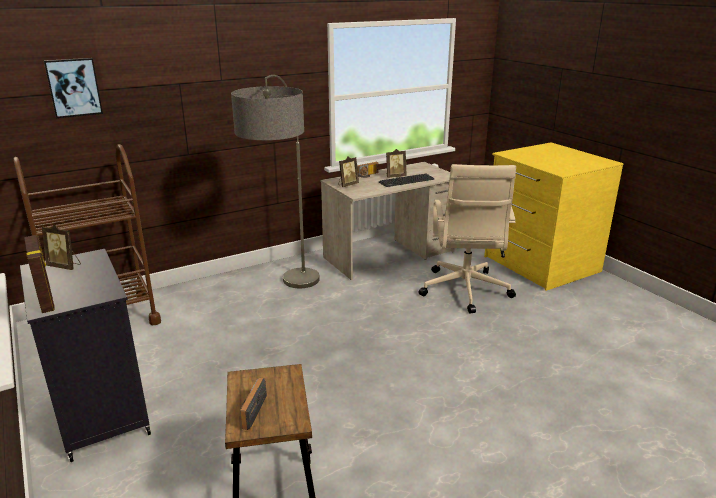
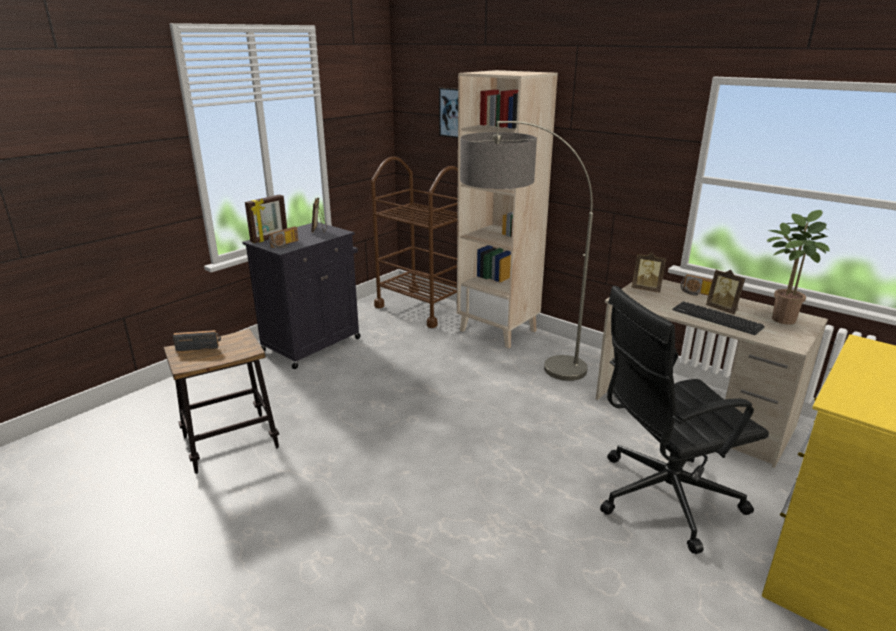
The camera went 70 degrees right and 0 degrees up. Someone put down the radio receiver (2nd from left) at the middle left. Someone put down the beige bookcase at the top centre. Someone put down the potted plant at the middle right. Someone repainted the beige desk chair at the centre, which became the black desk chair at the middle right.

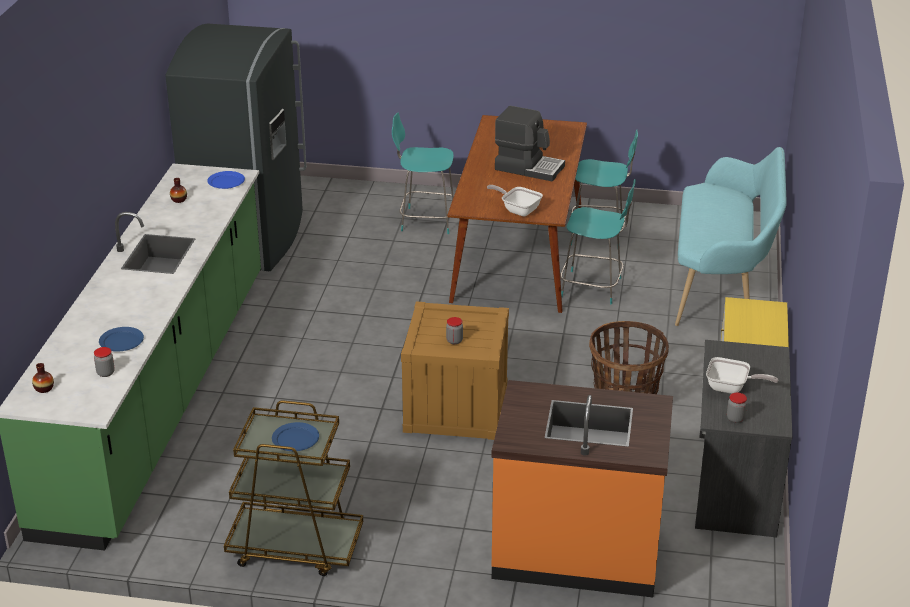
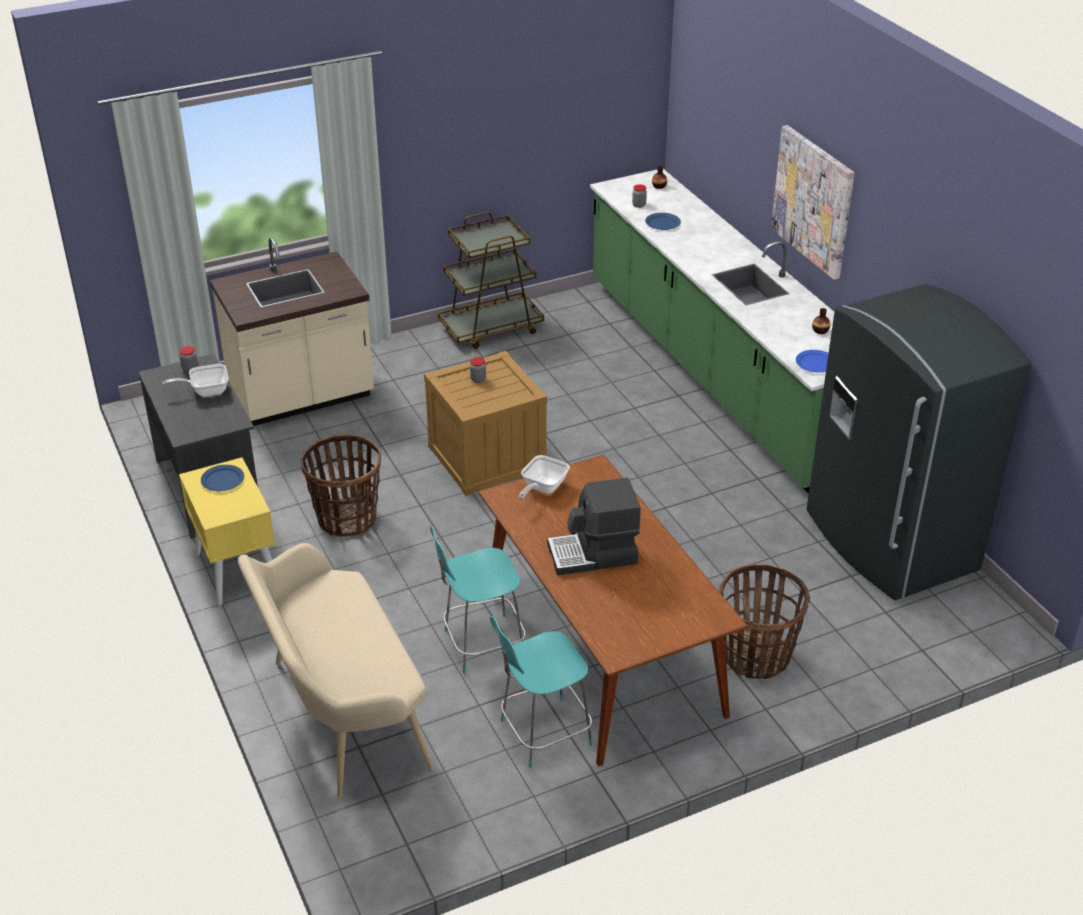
The camera went 145 degrees right and 5 degrees up. Someone put up the picture at the top right. Someone carried the blue plate (3rd from left in the first image) from the bottom left to the middle left. Someone swapped the turquoise upright chair (1st from left) at the top centre for the storage basket (2nd from left) at the bottom right. Someone repainted the orangey kitchen counter at the bottom centre, which became the beige kitchen counter at the middle left. Someone repainted the turquoise indoor bench at the middle right, which became the beige indoor bench at the bottom left. Someone rotated the frying pan (1st from left in the first image) at the top centre by 120 degrees clockwise.

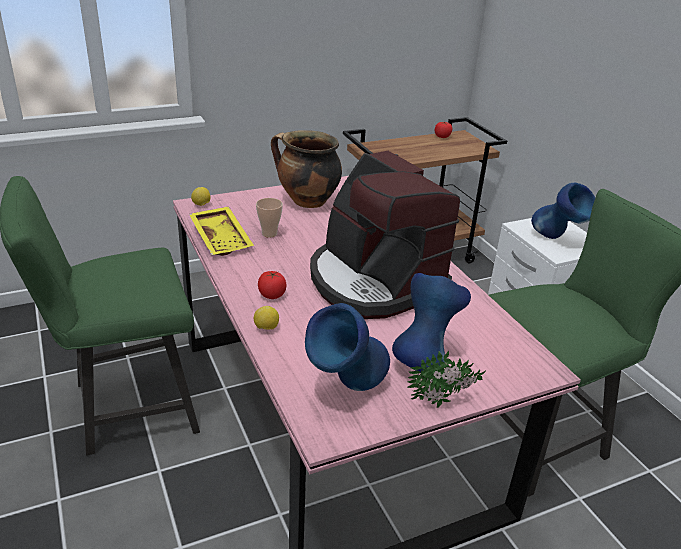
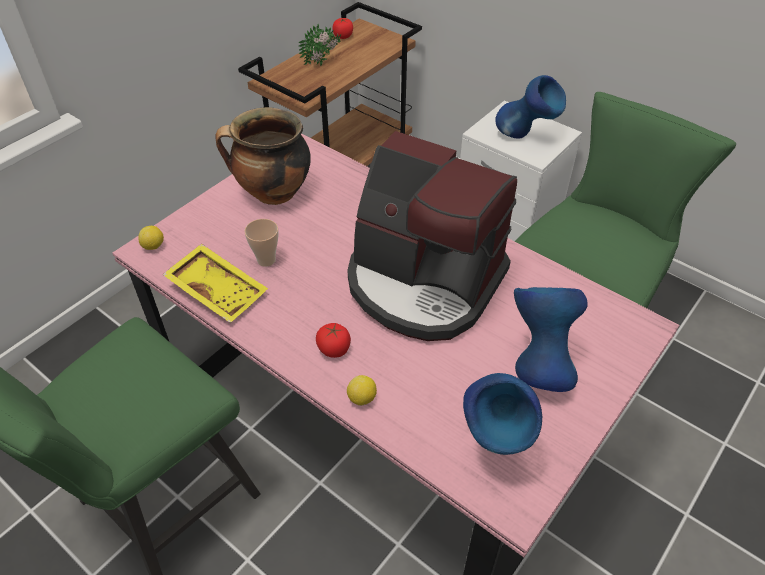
The camera went 25 degrees left and 15 degrees up. Someone carried the potted plant from the bottom centre to the top centre.

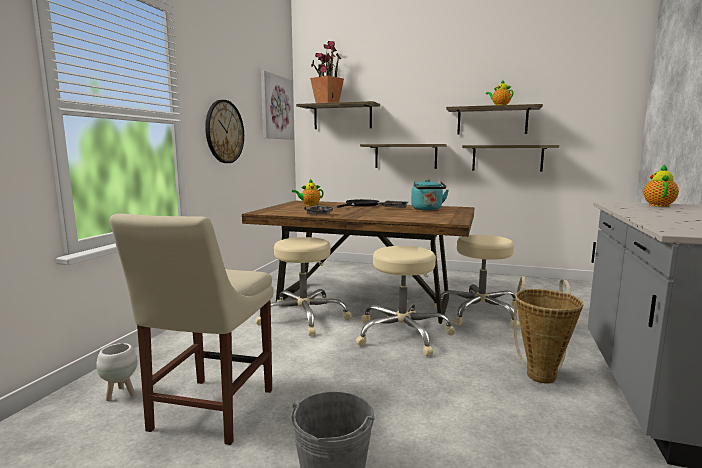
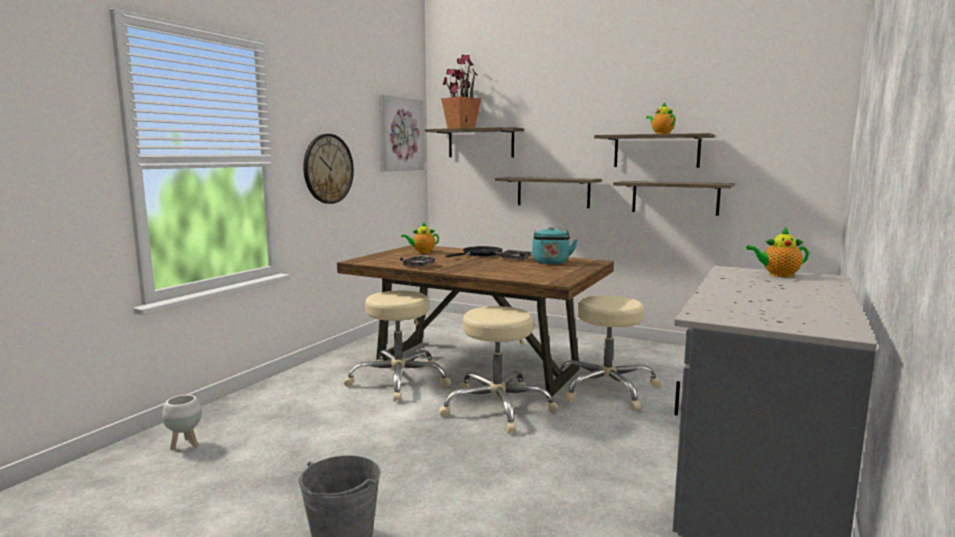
The camera went 10 degrees right and 0 degrees up. Someone took away the beige upright chair at the bottom left. Someone took away the storage basket at the bottom right. Someone rotated the teapot (3rd from left) at the middle right by 120 degrees counterclockwise.

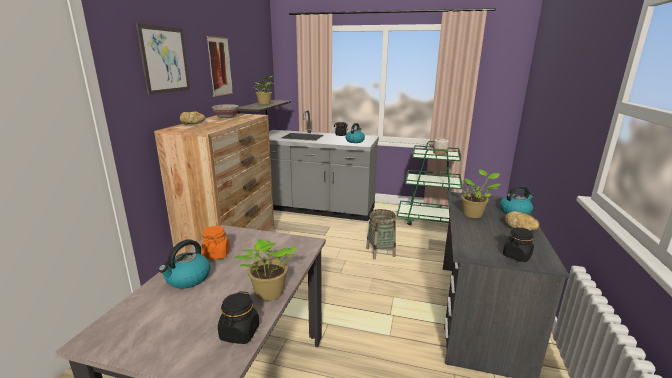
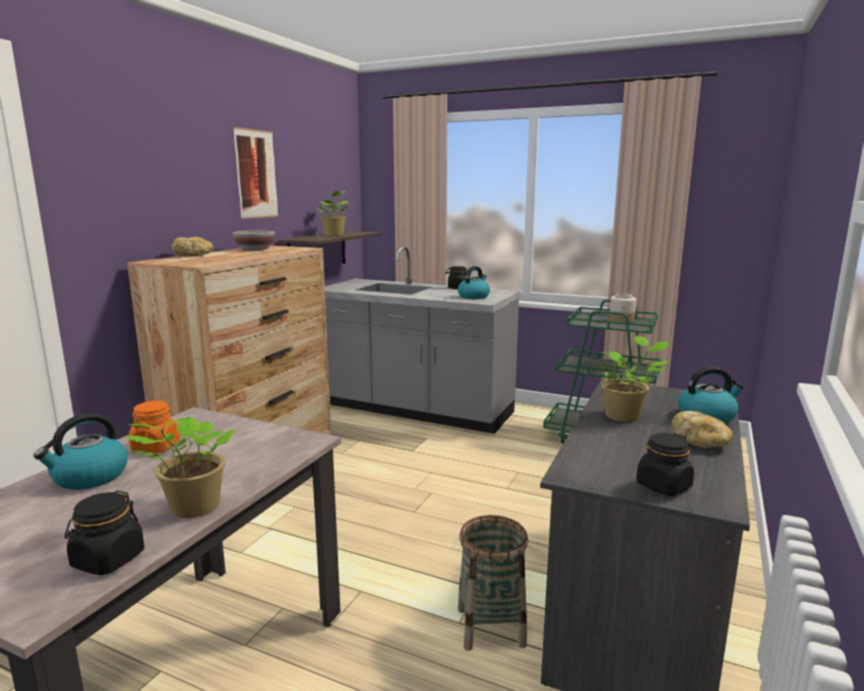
The camera went 10 degrees right and 5 degrees down. Someone took away the picture (1st from left) at the top left. Someone carried the storage basket from the centre to the bottom centre.

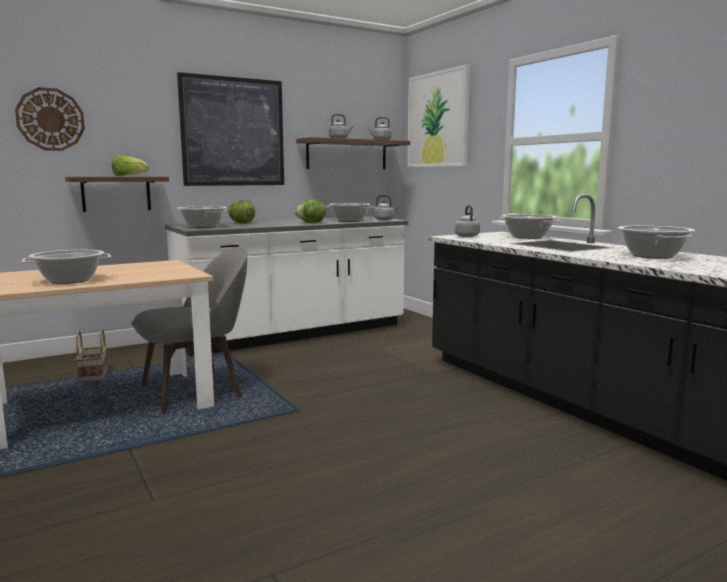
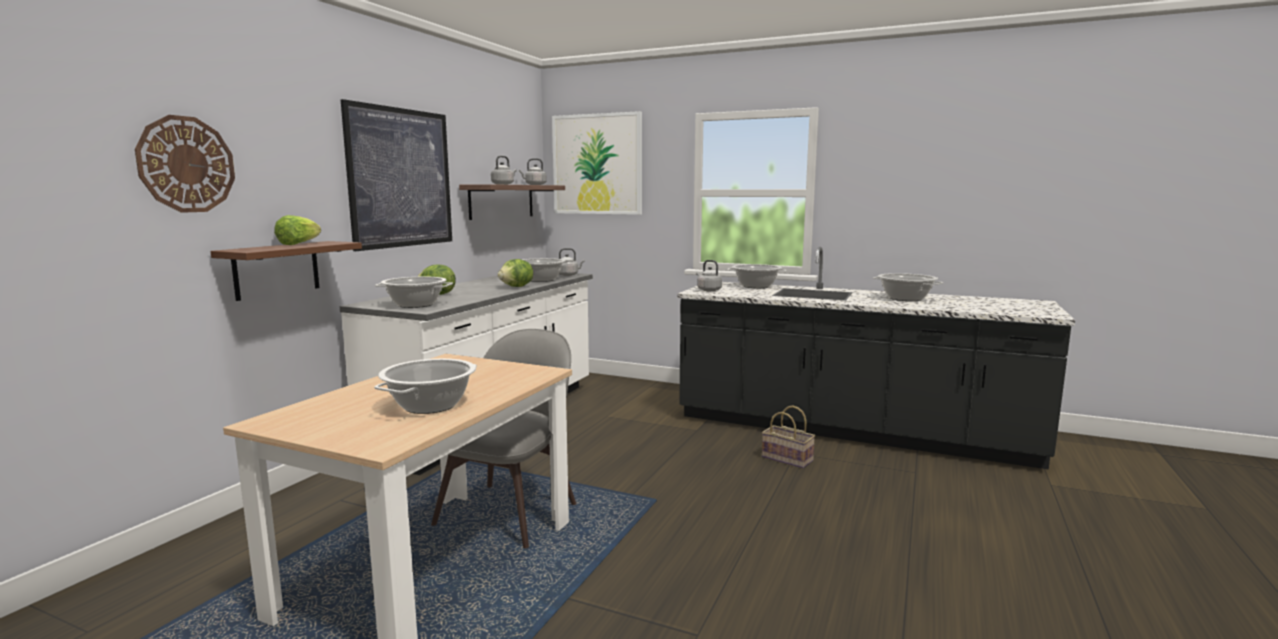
The camera went 35 degrees left and 0 degrees up. Someone carried the storage basket from the middle left to the bottom centre.

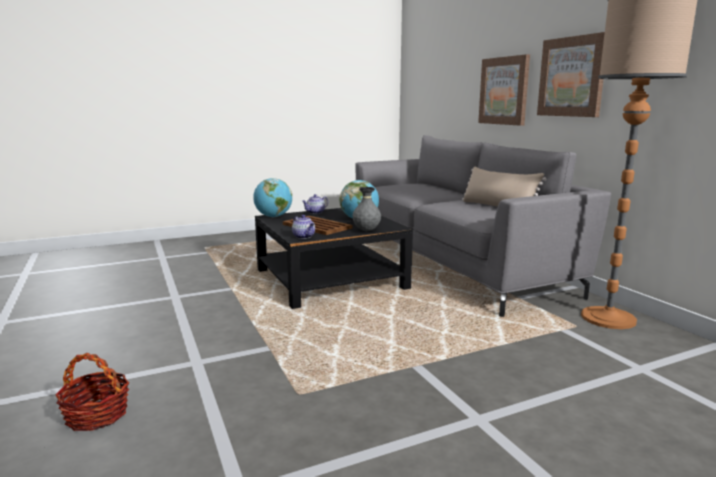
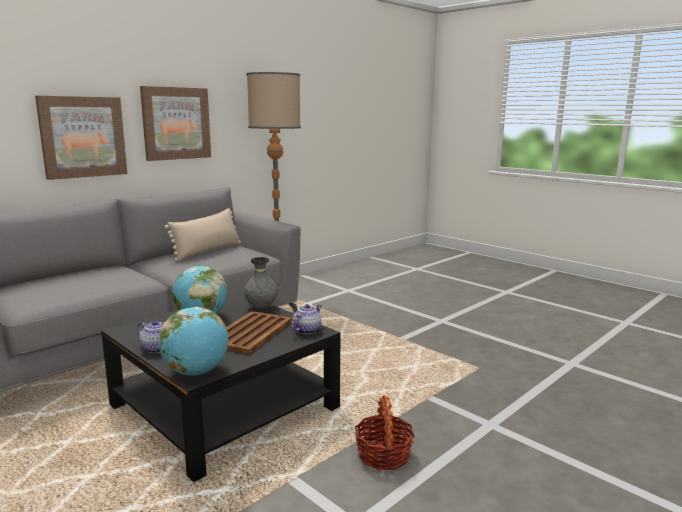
The camera went 110 degrees left and 0 degrees up. Someone carried the storage basket from the bottom left to the bottom centre.

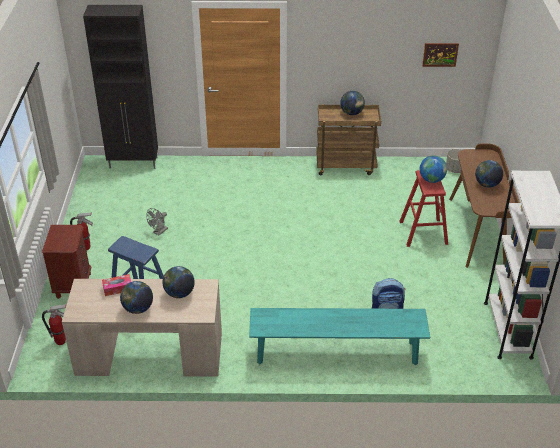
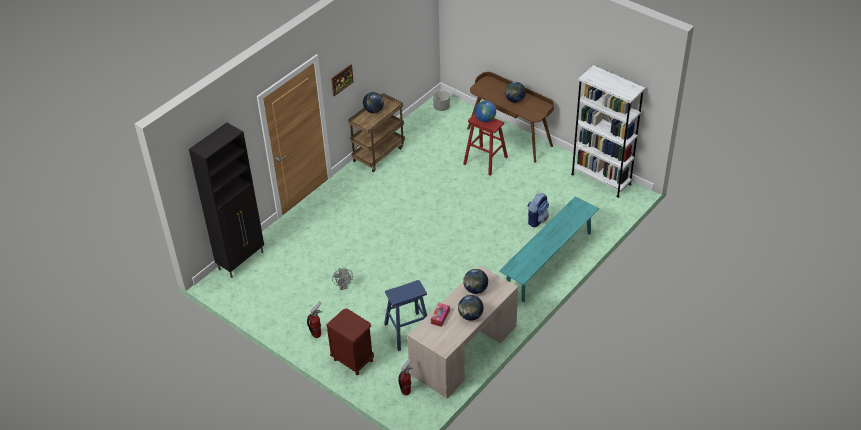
The camera went 50 degrees left and 5 degrees up. Someone carried the picture from the top right to the top centre.

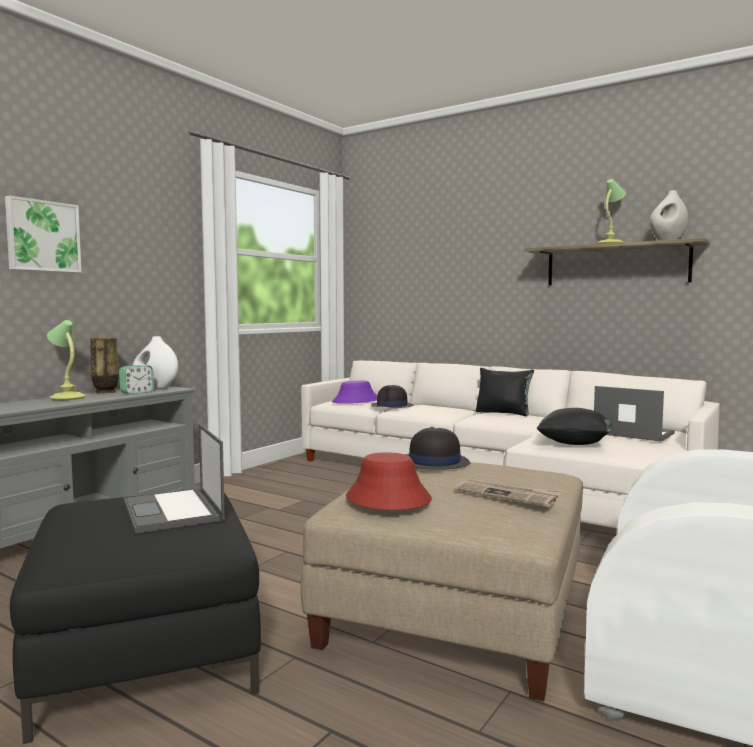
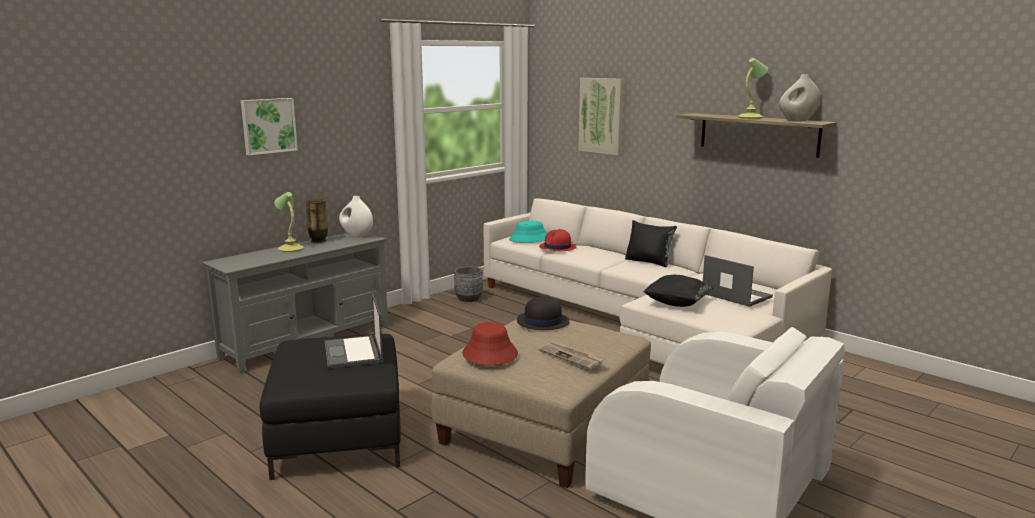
The camera went 10 degrees right and 10 degrees up. Someone took away the alarm clock at the middle left. Someone put down the grey planter at the centre. Someone put up the picture (2nd from left) at the top centre. Someone repainted the purple-coloured wearable hat at the centre, which became the turquoise wearable hat at the centre. Someone repainted the black wearable hat (1st from left) at the centre, which became the red-coloured wearable hat (2nd from left) at the centre.

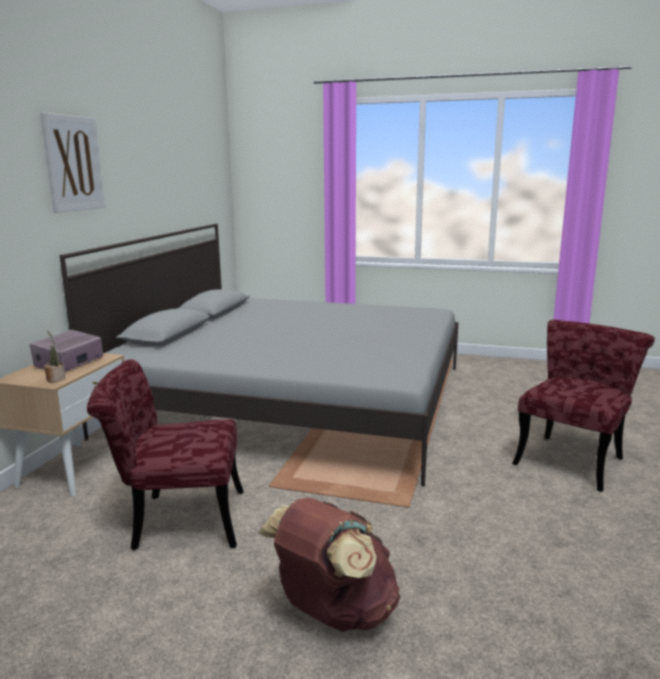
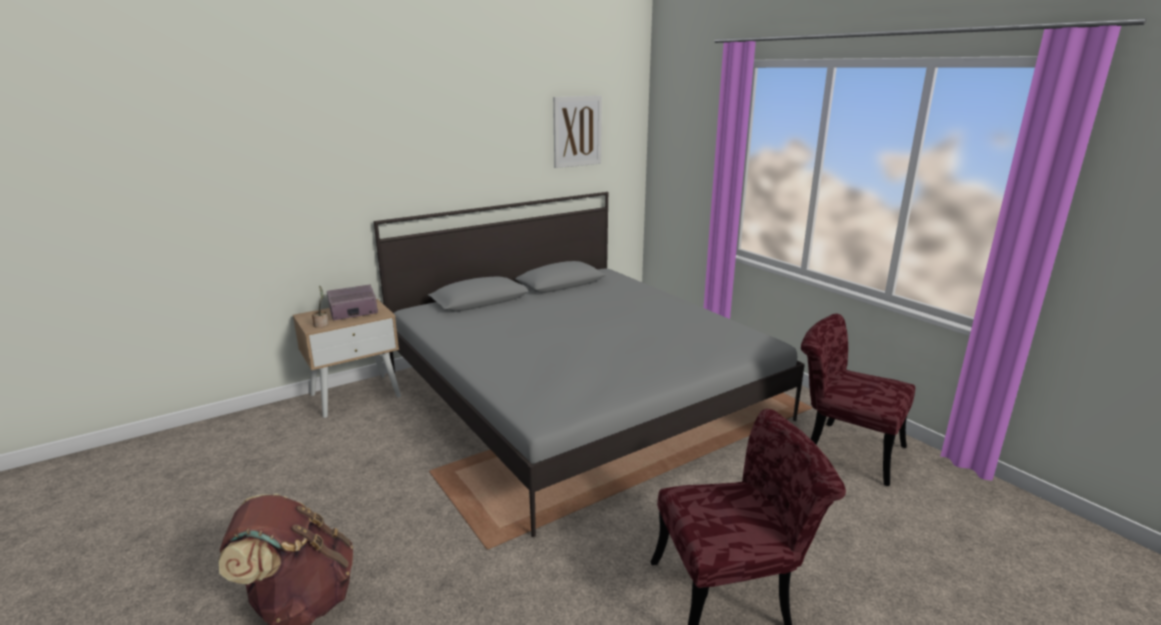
The camera went 40 degrees right and 5 degrees up. Someone carried the picture from the top left to the top centre. Someone carried the red-coloured upright chair (1st from left in the first image) from the bottom left to the middle right.

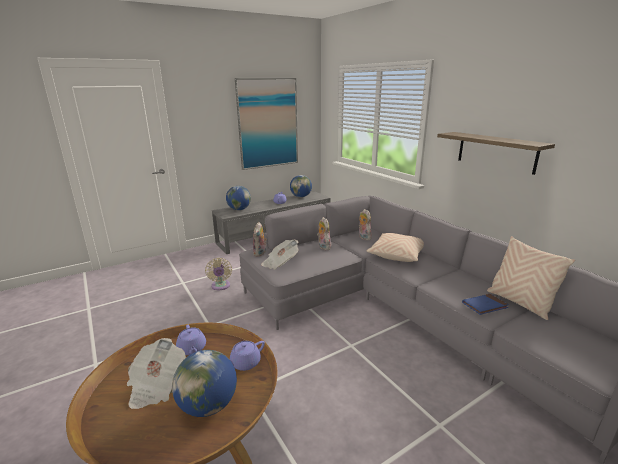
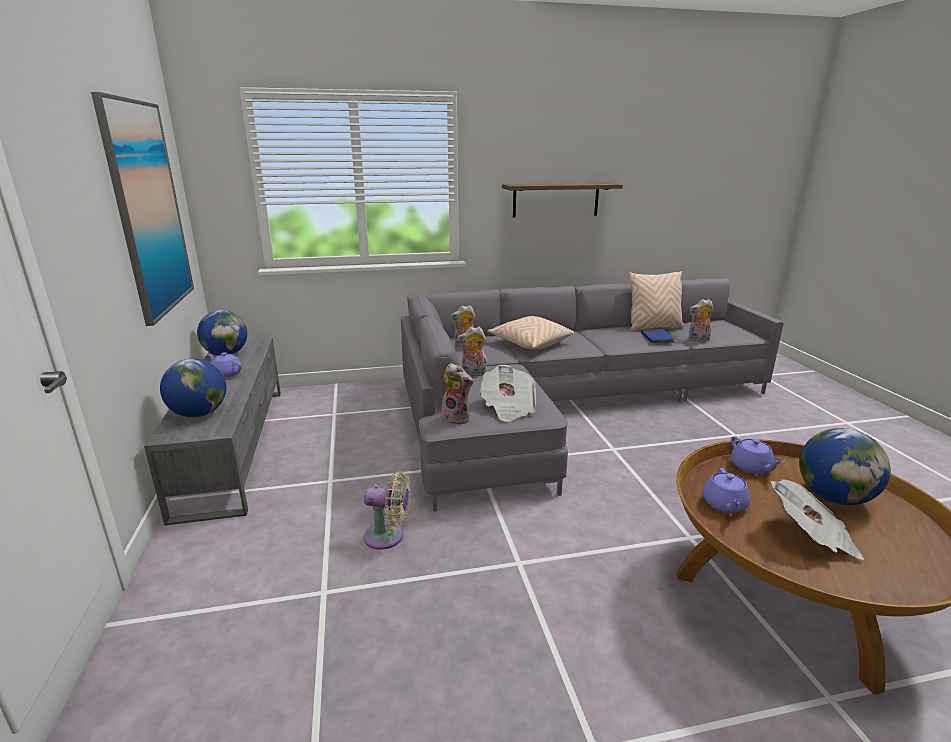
The camera went 70 degrees left and 0 degrees up. Someone put down the soft toy (4th from left) at the middle right. Someone rotated the purple-coloured teapot (1st from left in the first image) at the bottom left by 105 degrees clockwise.

